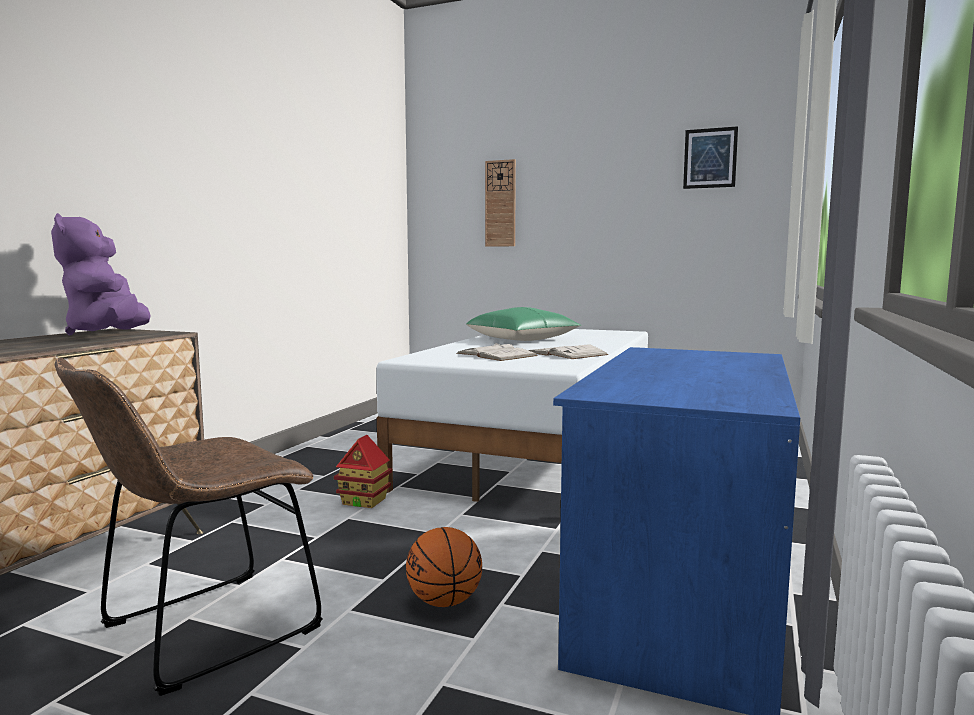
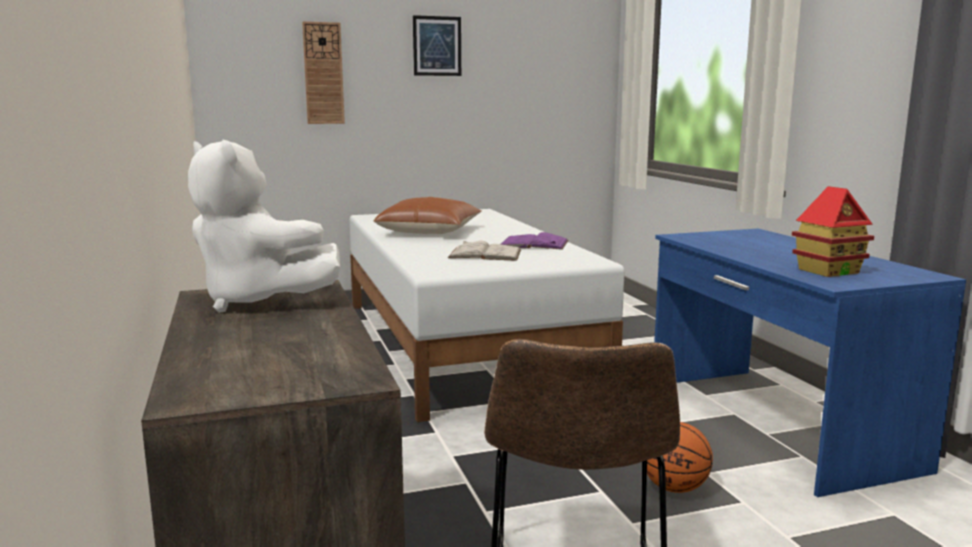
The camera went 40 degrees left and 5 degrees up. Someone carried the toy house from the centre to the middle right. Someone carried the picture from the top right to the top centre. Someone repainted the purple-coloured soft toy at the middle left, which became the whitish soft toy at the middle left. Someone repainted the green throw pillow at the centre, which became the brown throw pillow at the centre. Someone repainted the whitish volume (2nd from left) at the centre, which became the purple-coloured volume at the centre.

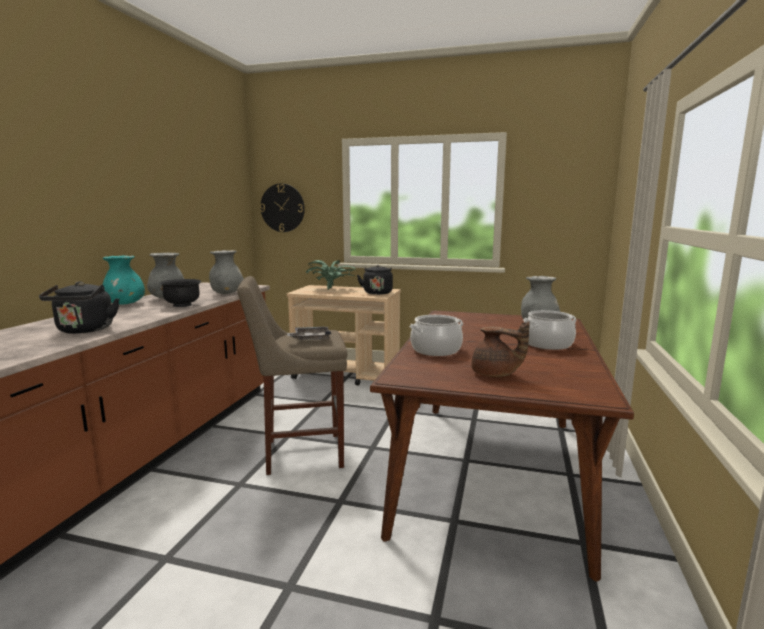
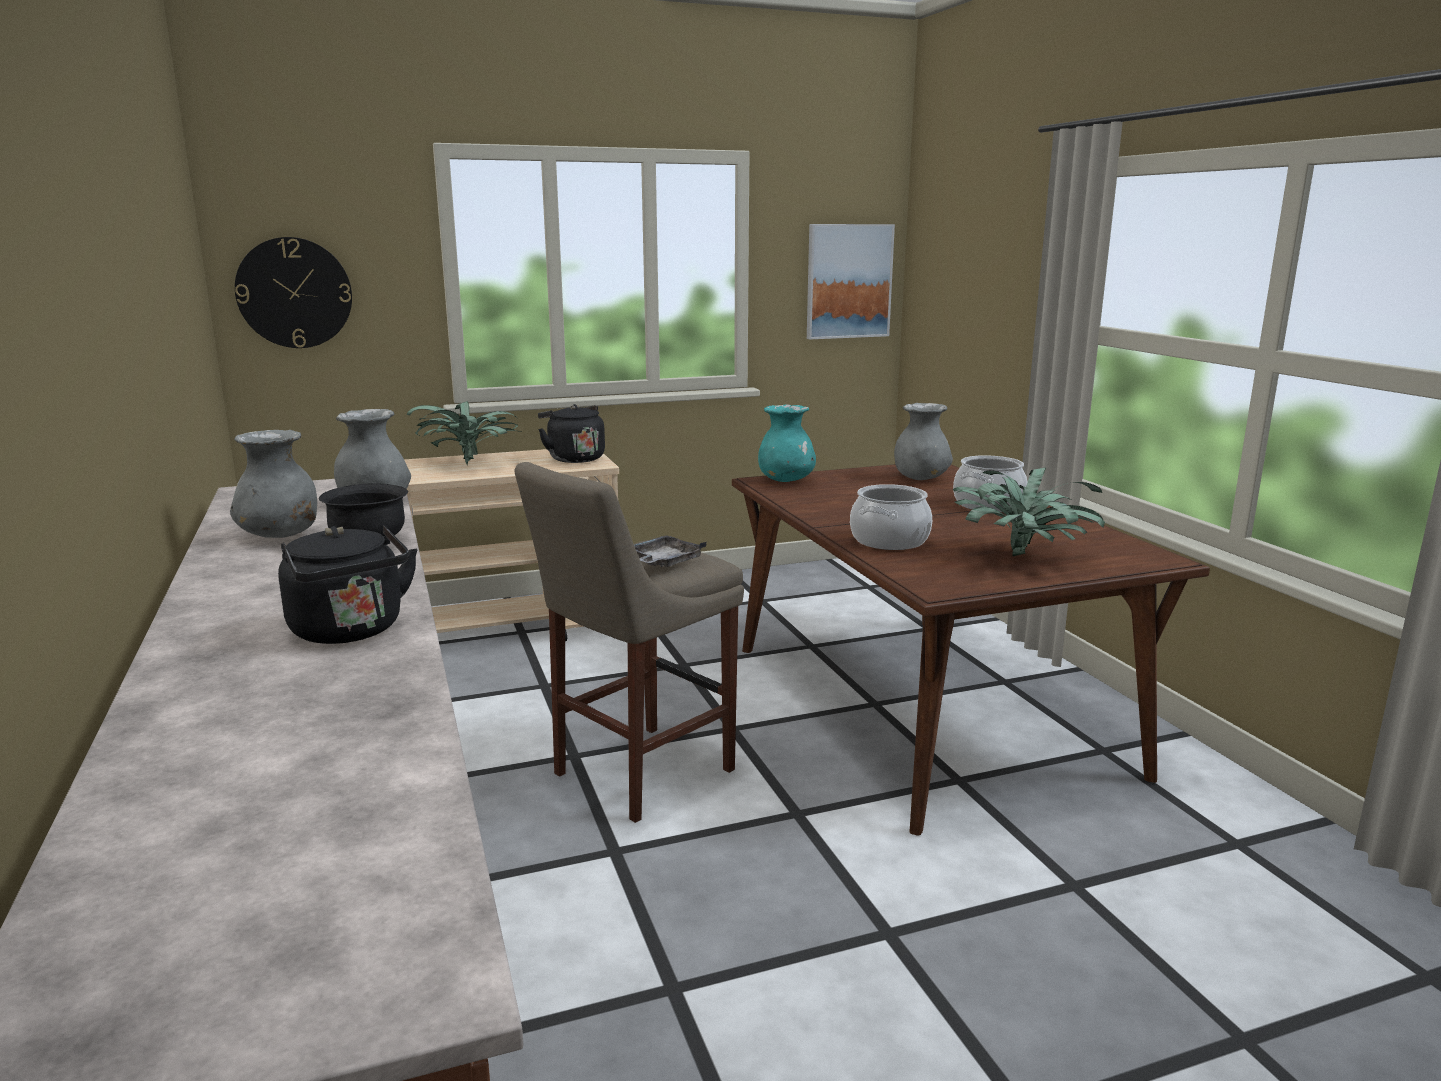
The camera went 35 degrees left and 5 degrees up. Someone put up the picture at the top centre. Someone carried the turquoise vase from the middle left to the centre. Someone swapped the brown teapot at the centre for the potted plant (2nd from left) at the middle right.

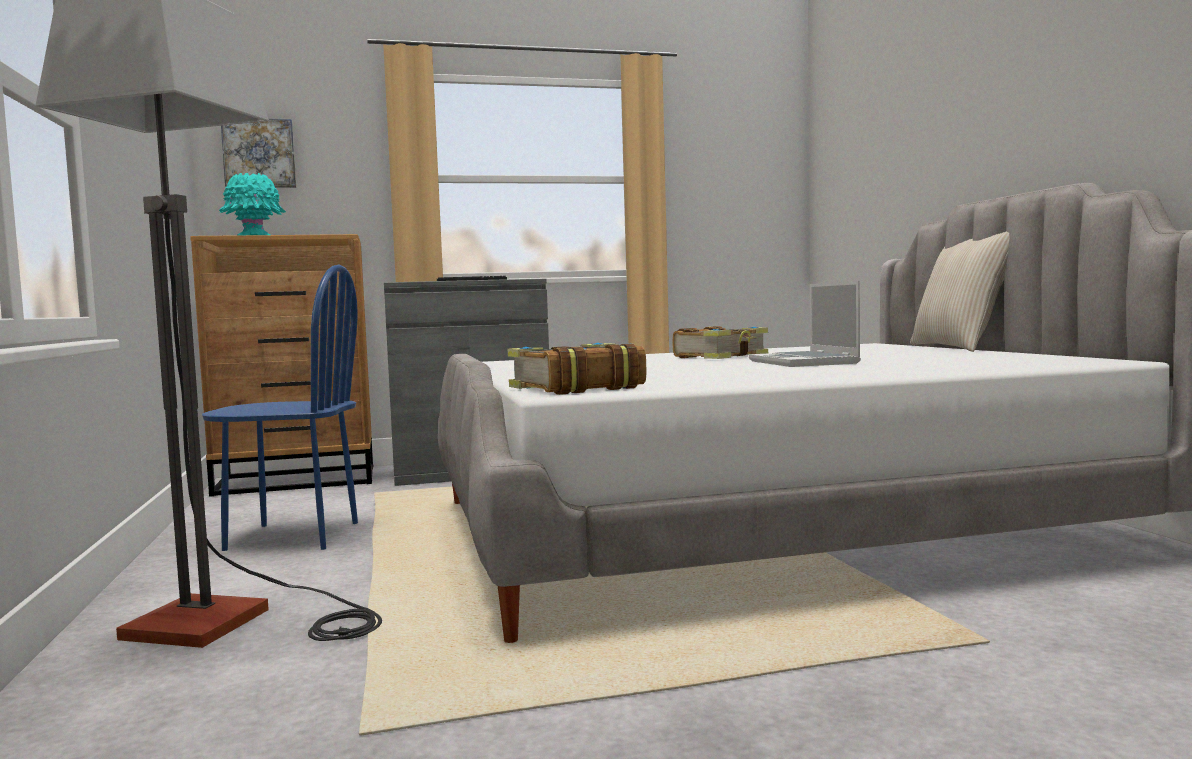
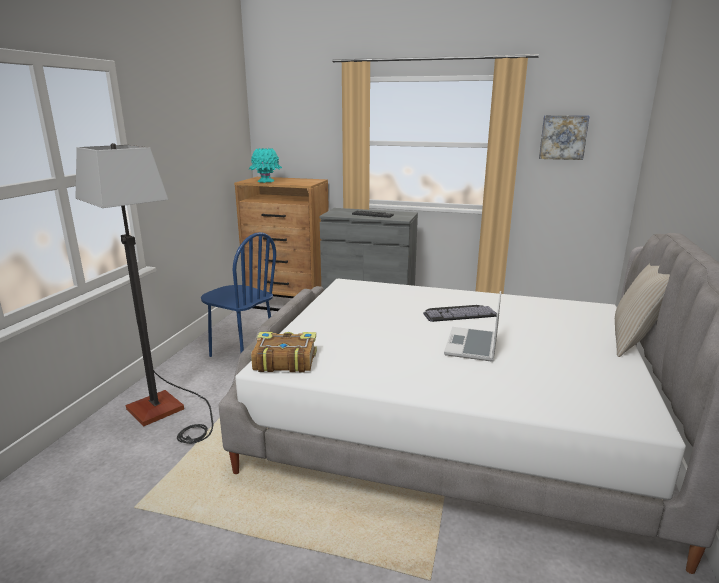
The camera went 30 degrees right and 15 degrees up. Someone carried the picture from the top left to the top right. Someone swapped the volume (2nd from left) at the centre for the computer keyboard (2nd from left) at the centre.

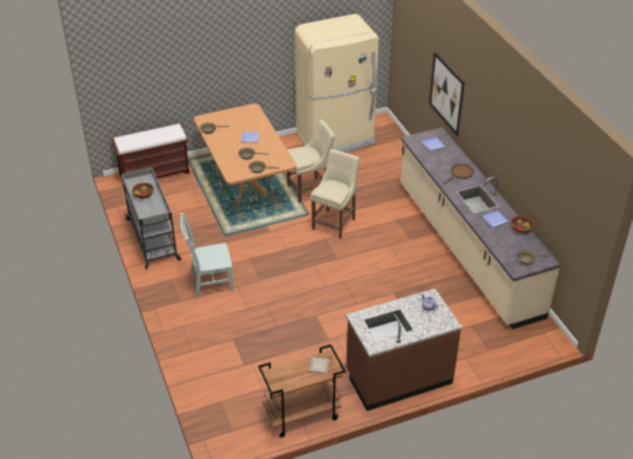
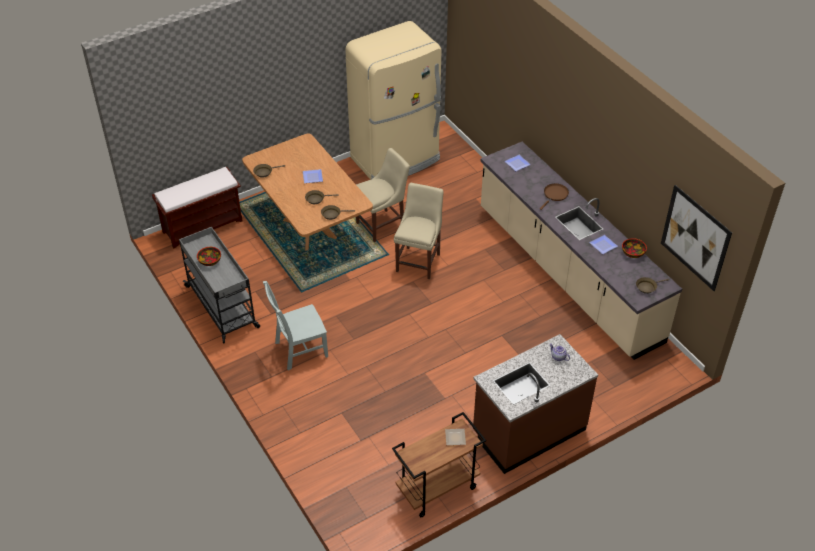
The camera went 10 degrees left and 5 degrees up. Someone carried the picture from the top right to the middle right.

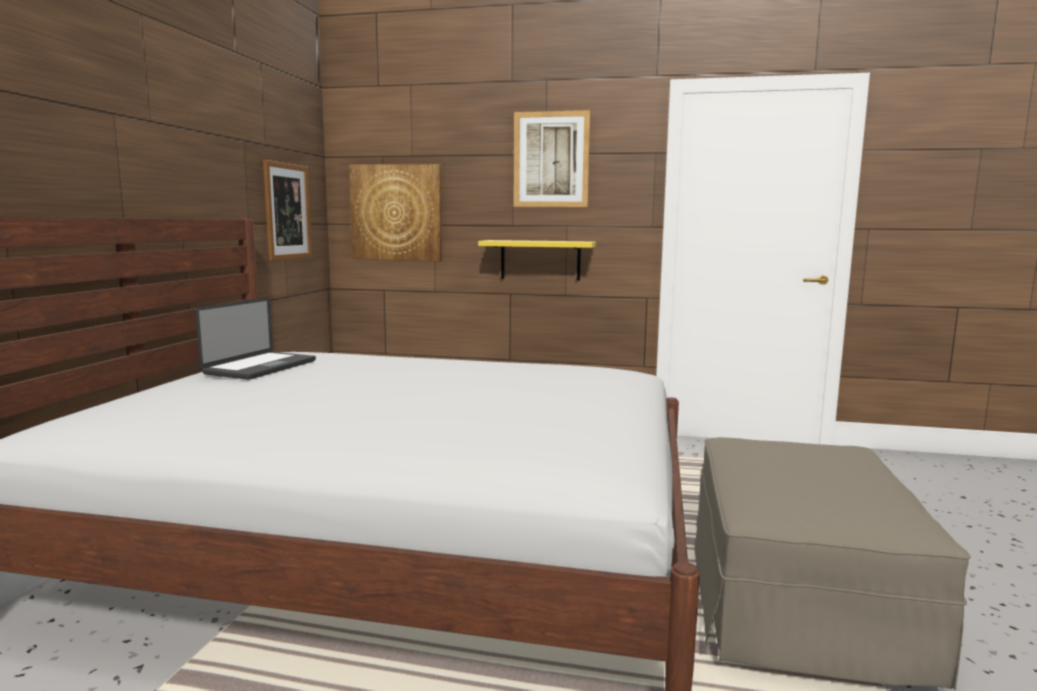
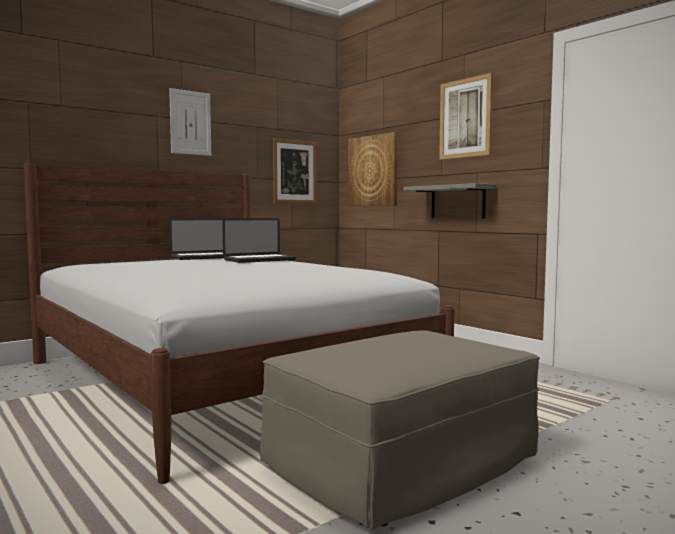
The camera went 40 degrees right and 5 degrees down. Someone put up the picture (1st from left) at the top left. Someone put down the notebook computer (2nd from left) at the centre. Someone repainted the yellow wall shelf at the centre, which became the grey wall shelf at the centre.

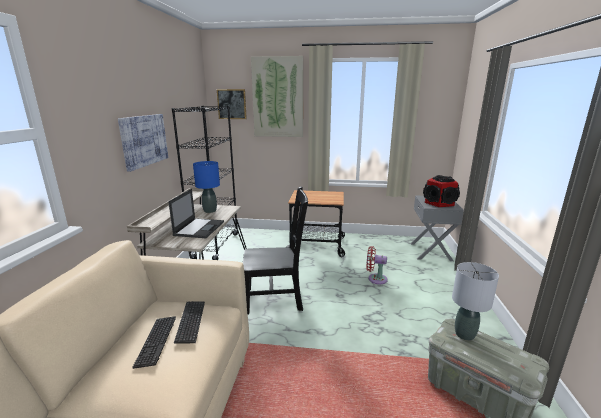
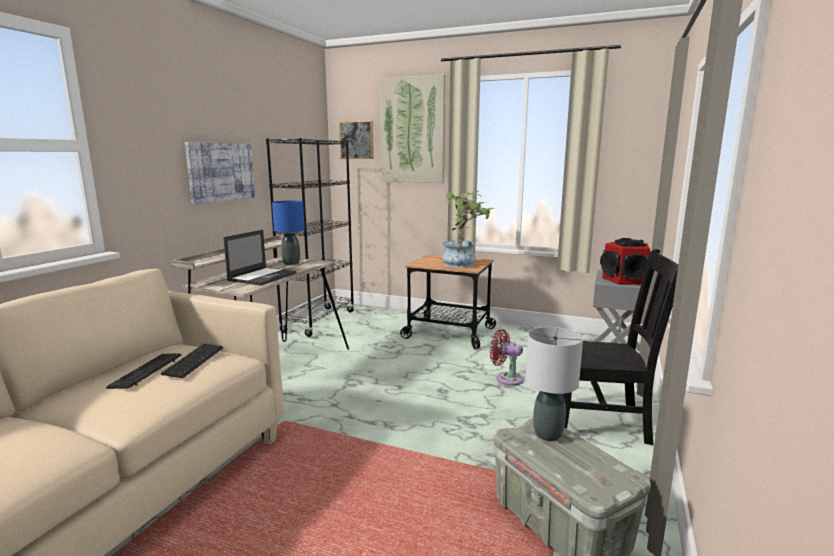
The camera went 15 degrees right and 5 degrees down. Someone put down the potted plant at the centre. Someone carried the black upright chair from the centre to the middle right.

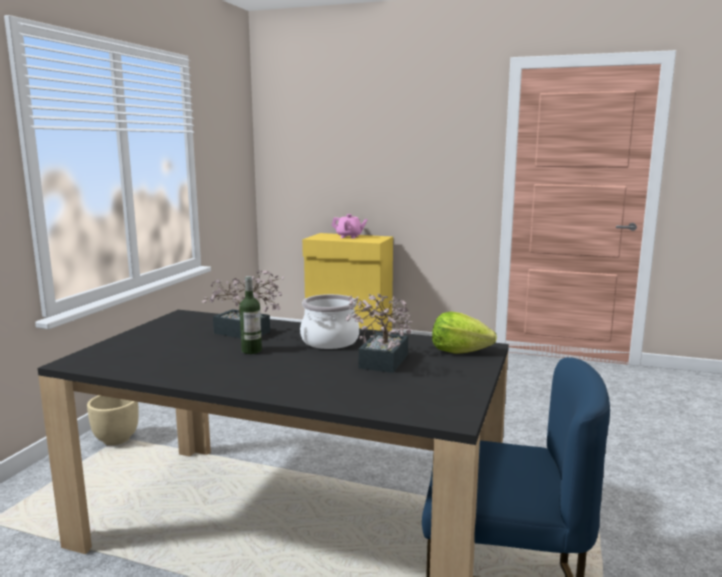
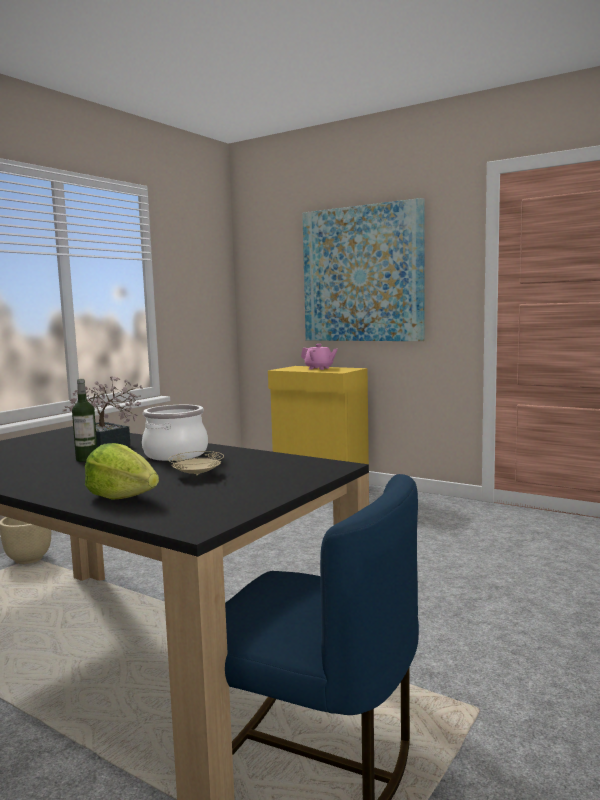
The camera went 15 degrees right and 5 degrees down. Someone put up the picture at the centre. Someone carried the lettuce from the centre to the middle left. Someone swapped the potted plant (2nd from left) at the centre for the beige plate at the middle left.

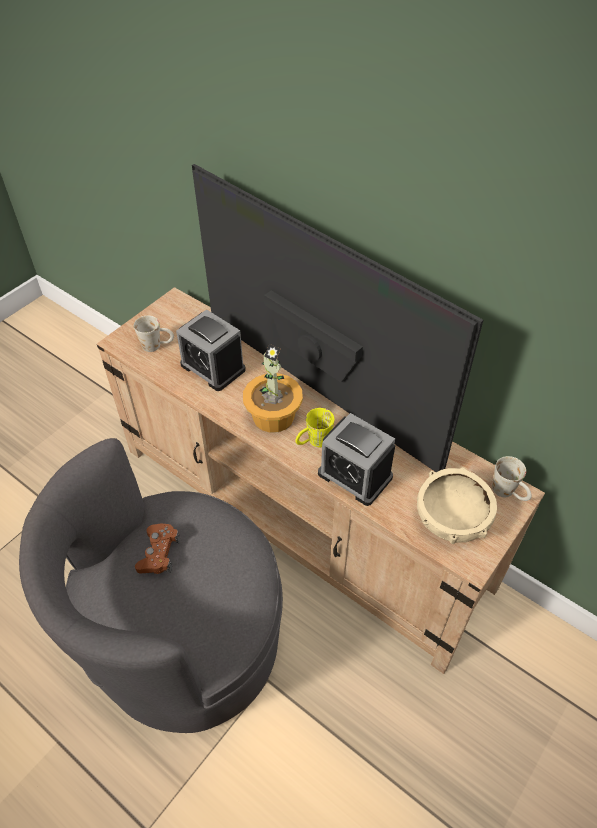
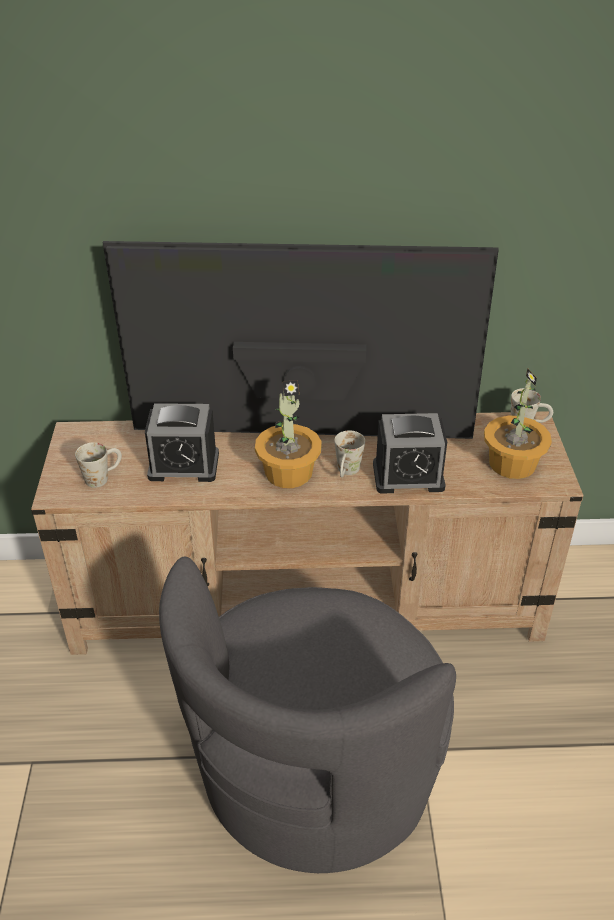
The camera went 40 degrees left and 10 degrees down. Someone took away the brown joypad at the middle left. Someone swapped the beige bowl at the middle right for the potted plant (2nd from left) at the middle right. Someone repainted the yellow mug at the centre, which became the whitish mug (2nd from left) at the centre.

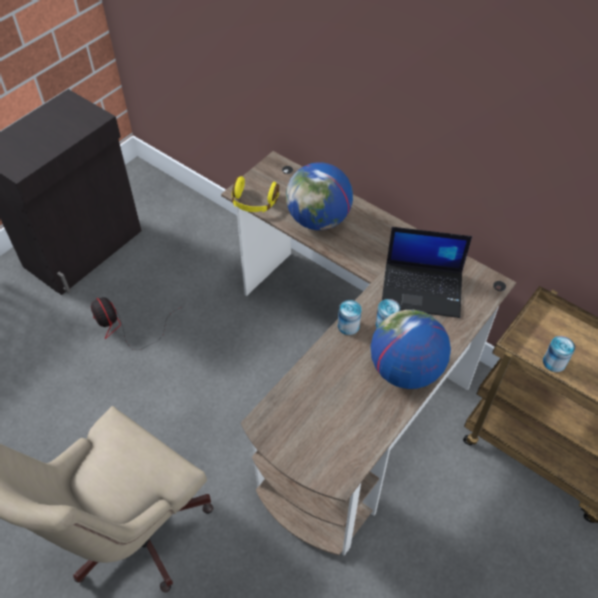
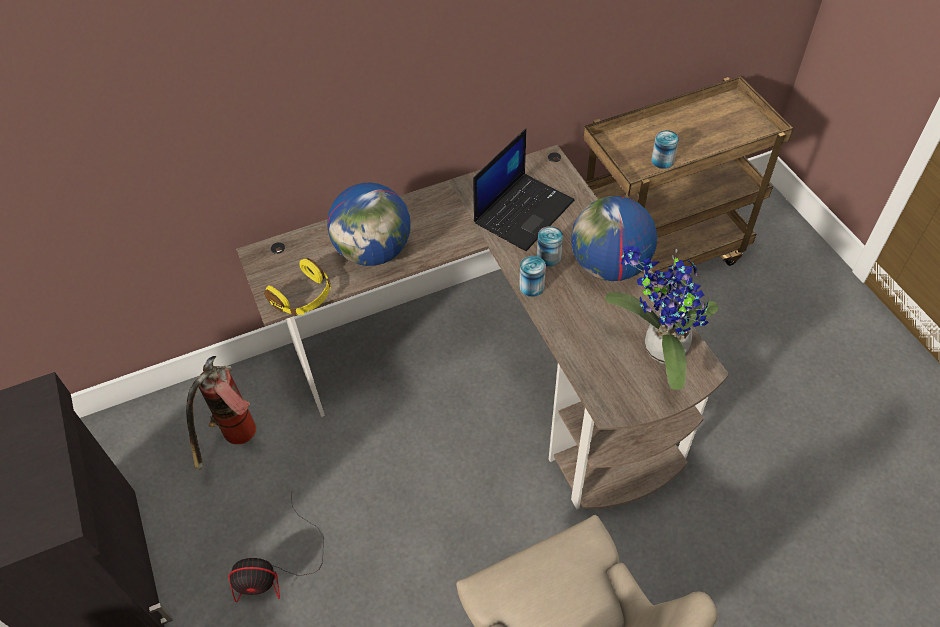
The camera went 60 degrees left and 0 degrees up. Someone put down the extinguisher at the middle left. Someone put down the potted plant at the middle right.

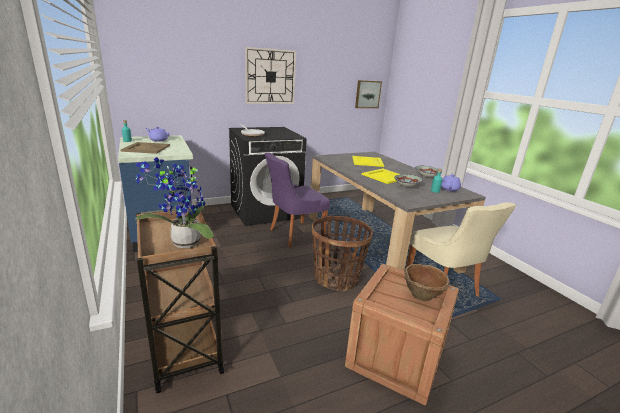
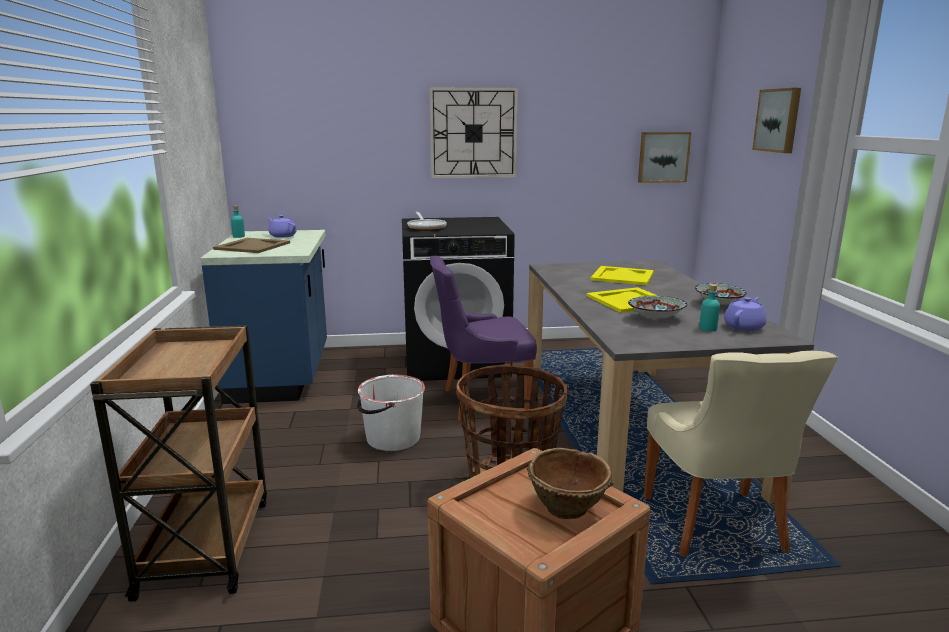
The camera went 20 degrees right and 5 degrees down. Someone took away the potted plant at the middle left. Someone put down the whitish pail at the centre. Someone put up the picture (2nd from left) at the top right.

